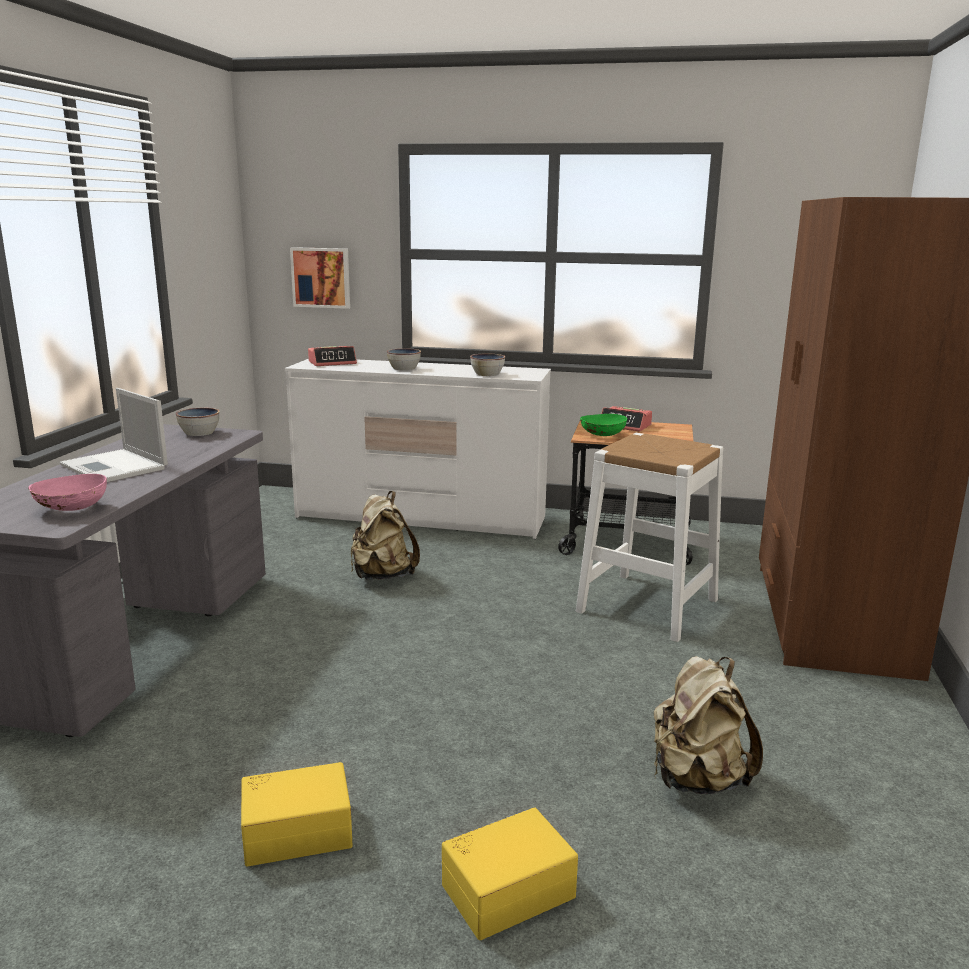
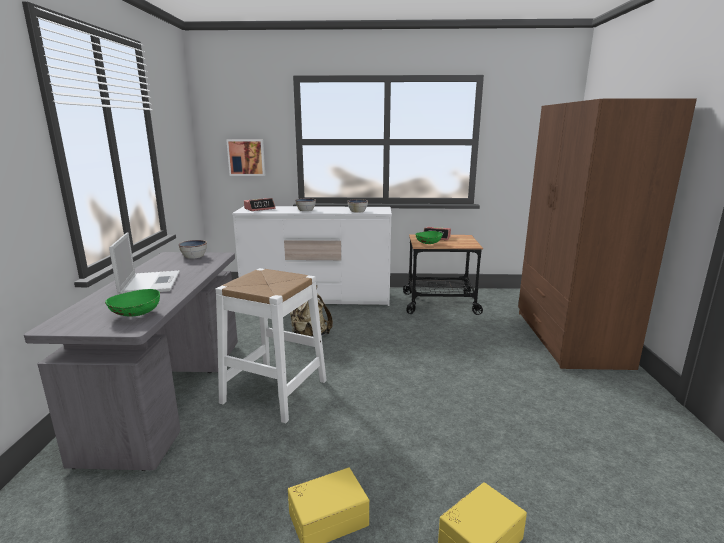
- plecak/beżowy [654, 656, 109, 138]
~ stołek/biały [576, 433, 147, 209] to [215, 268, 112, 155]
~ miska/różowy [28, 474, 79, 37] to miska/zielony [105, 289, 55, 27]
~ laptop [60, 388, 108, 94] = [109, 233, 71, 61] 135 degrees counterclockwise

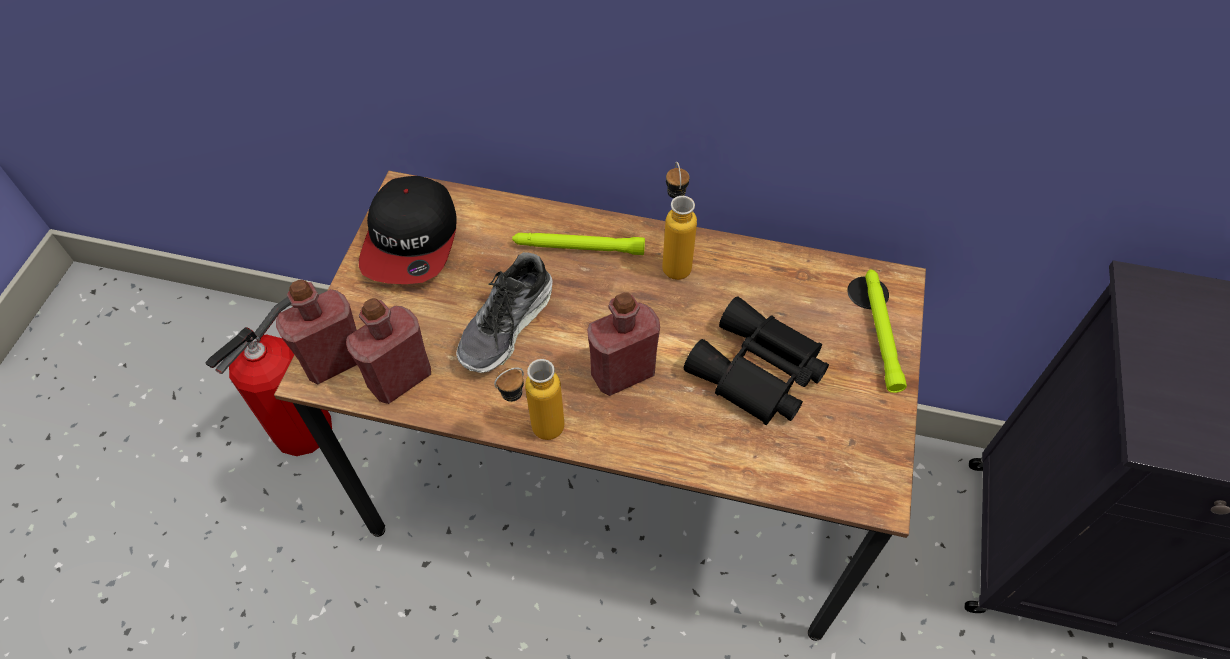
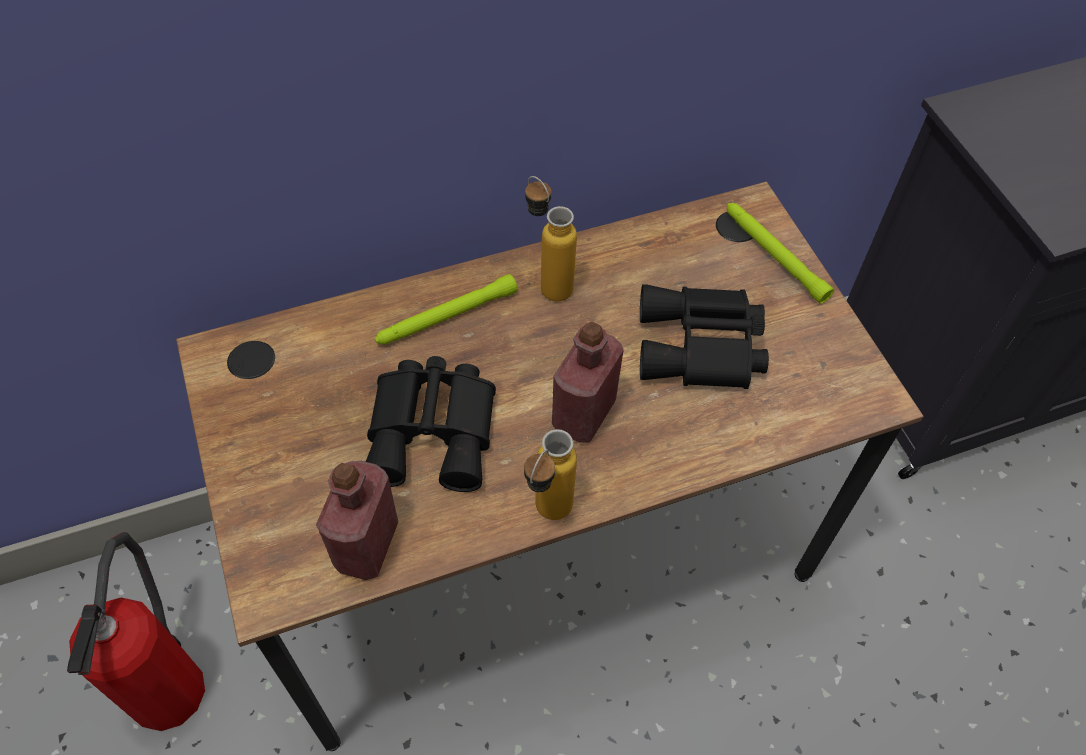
- butelka/czerwony [276, 280, 81, 104]
- czapka z daszkiem [359, 176, 98, 108]
~ but [456, 252, 97, 121] to lornetka/czarny [366, 356, 130, 136]

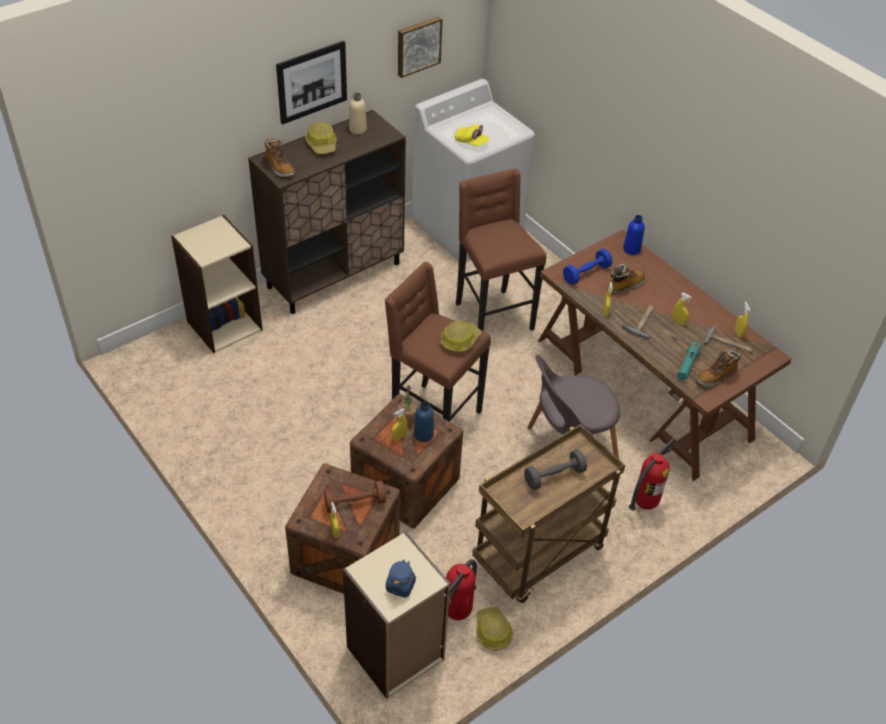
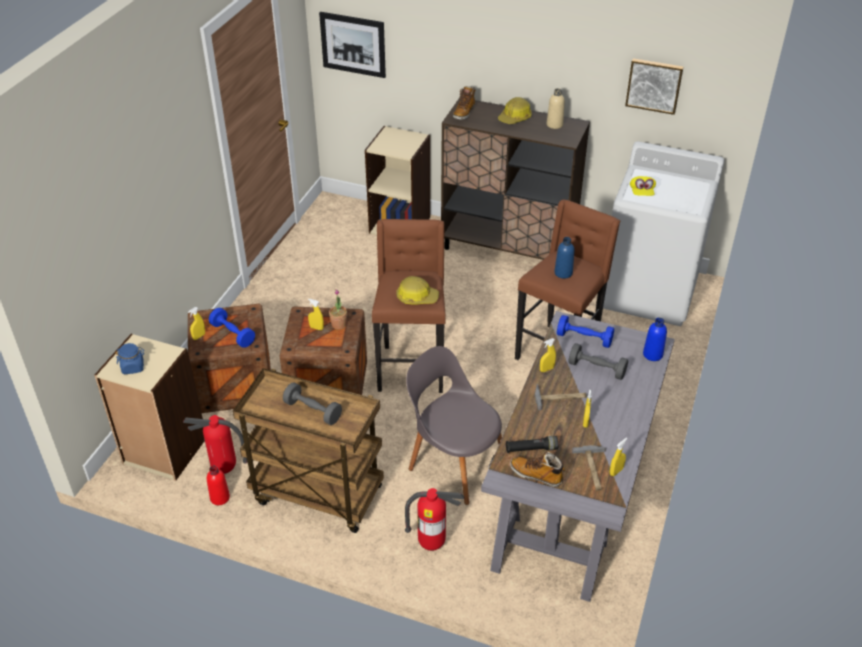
~ obraz [276, 41, 71, 84] to [319, 12, 67, 66]
~ butelka/niebieski [414, 401, 20, 41] to [554, 237, 20, 42]
~ kask [476, 607, 38, 44] to butelka/czerwony [207, 465, 23, 40]
~ but z cholewką [607, 264, 39, 30] to hantel/szary [568, 343, 60, 37]
~ hantel/brązowy [324, 481, 62, 32] to hantel/niebieski [209, 308, 46, 40]
~ biurko/brązowy [538, 230, 253, 251] to biurko/szary [481, 311, 194, 291]
~ latarka/turkusowy [677, 342, 24, 38] to latarka/czarny [506, 436, 52, 17]

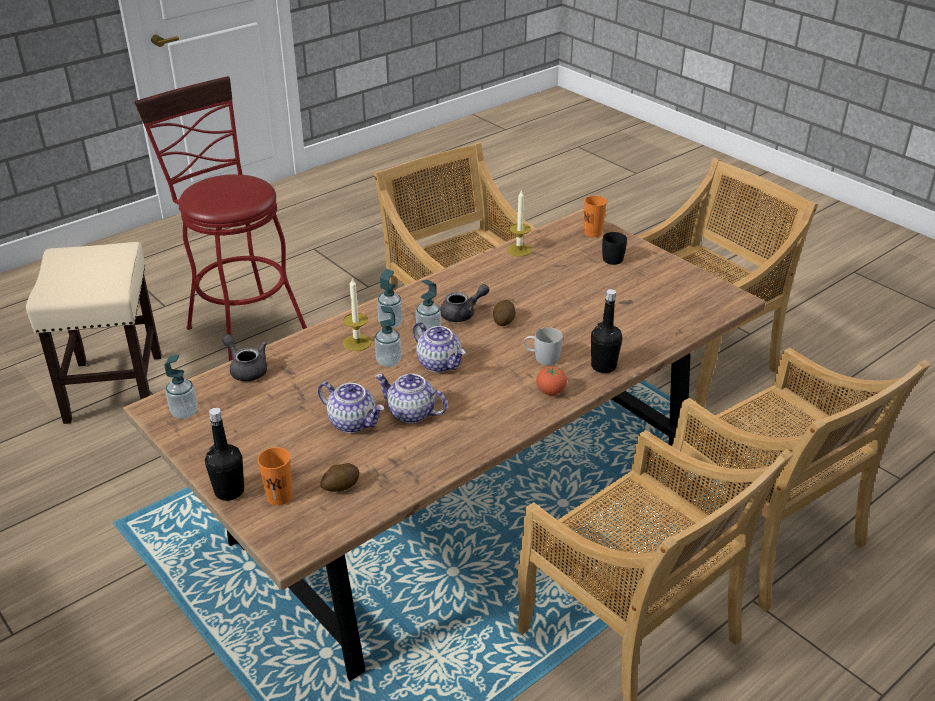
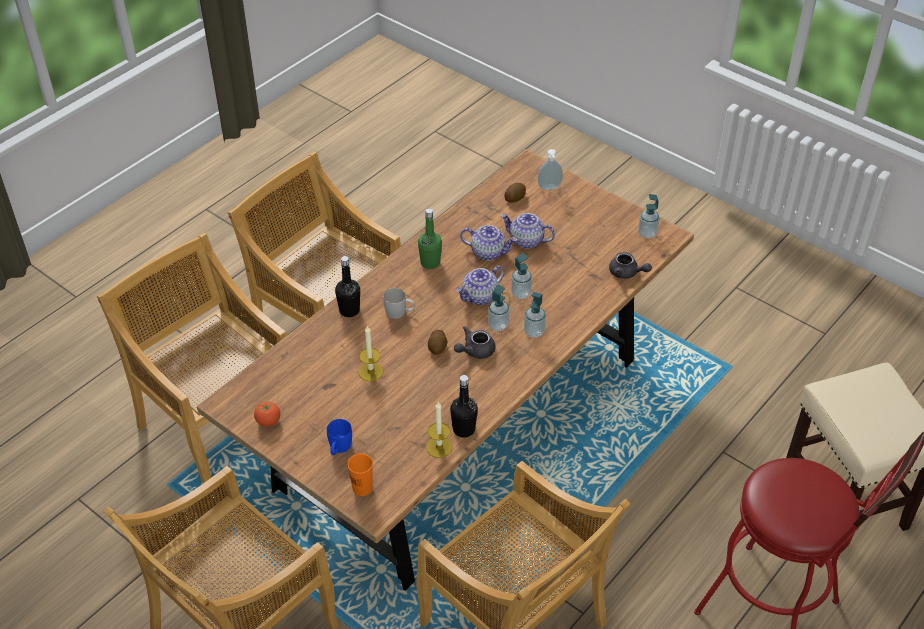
+ butelka/zielony [418, 209, 24, 60]
~ butelka/czarny [205, 408, 39, 93] to [450, 375, 28, 63]
~ świeca [343, 278, 29, 73] to [359, 326, 24, 55]
~ pomidor [536, 366, 31, 29] to [254, 401, 26, 26]
~ filiżanka/pomarańczowy [257, 447, 35, 58] to dozownik mydła [538, 149, 25, 41]
~ kubek/czarny [602, 232, 25, 33] to kubek/niebieski [327, 419, 25, 36]
~ imbryk [413, 322, 52, 50] = [456, 265, 48, 40] 75 degrees counterclockwise

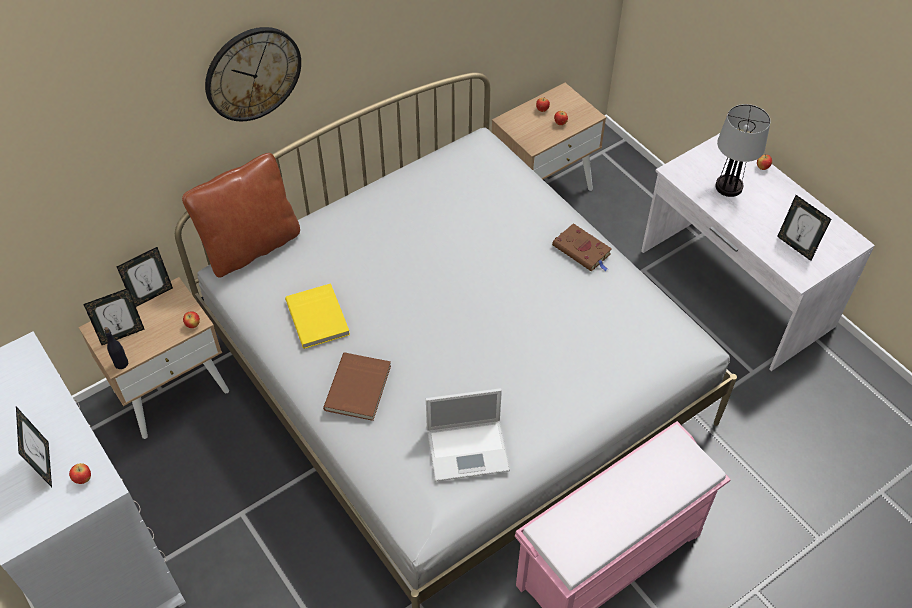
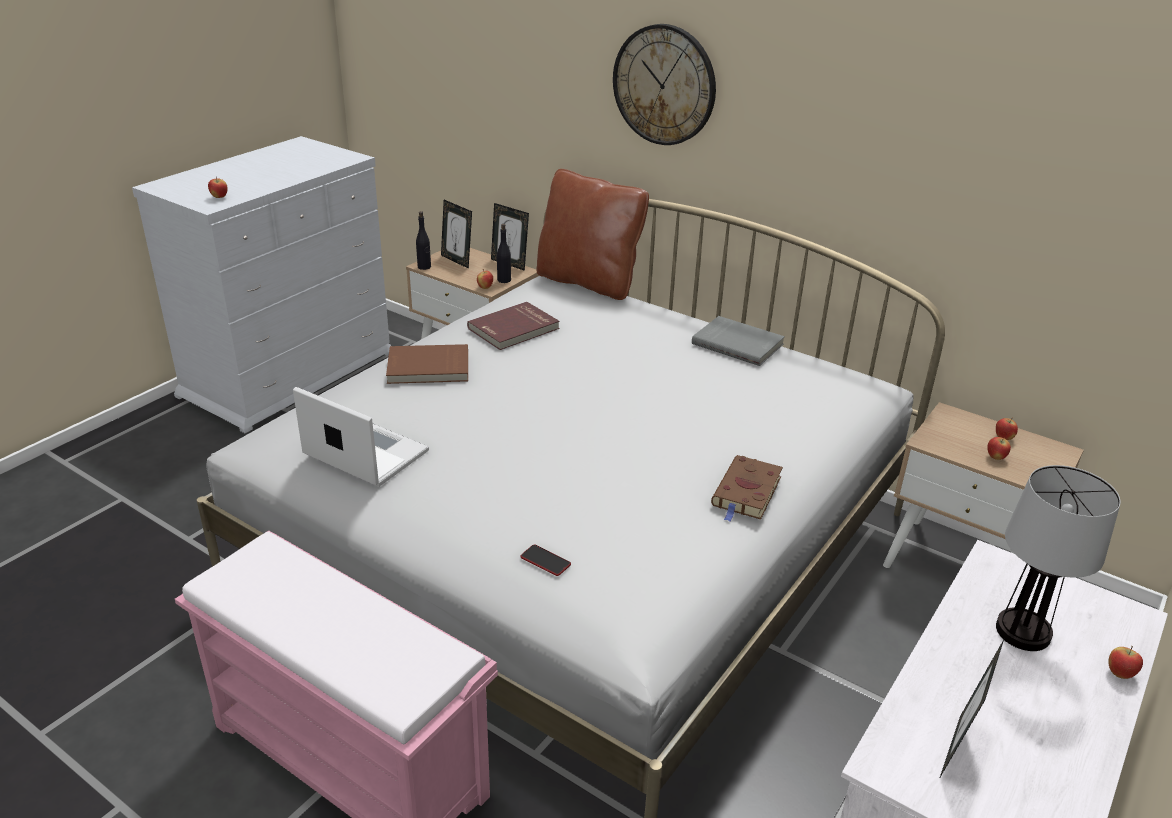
- ramka na zdjęcie [16, 406, 36, 81]
+ butelka/czarny [497, 224, 14, 59]
+ telefon [520, 545, 51, 31]
+ książka/szary [692, 316, 93, 50]
~ książka/żółty [285, 283, 65, 66] to książka/czerwony [467, 302, 92, 48]
~ laptop [426, 388, 84, 93] = [293, 387, 136, 100] 150 degrees clockwise

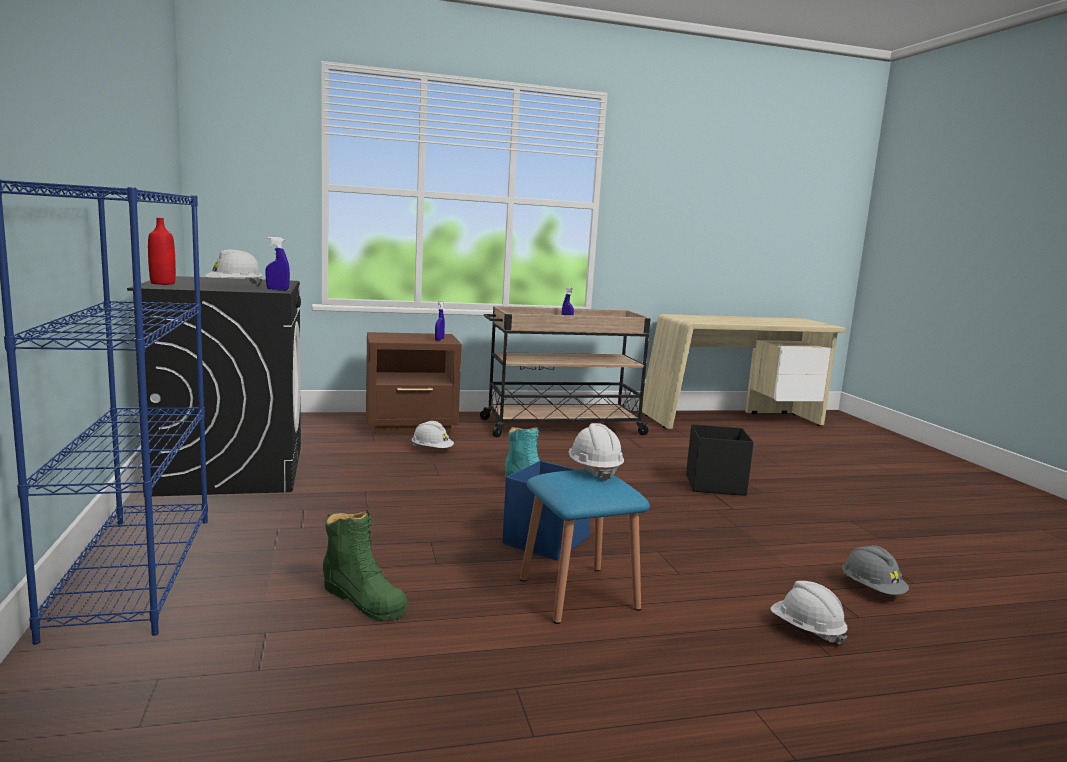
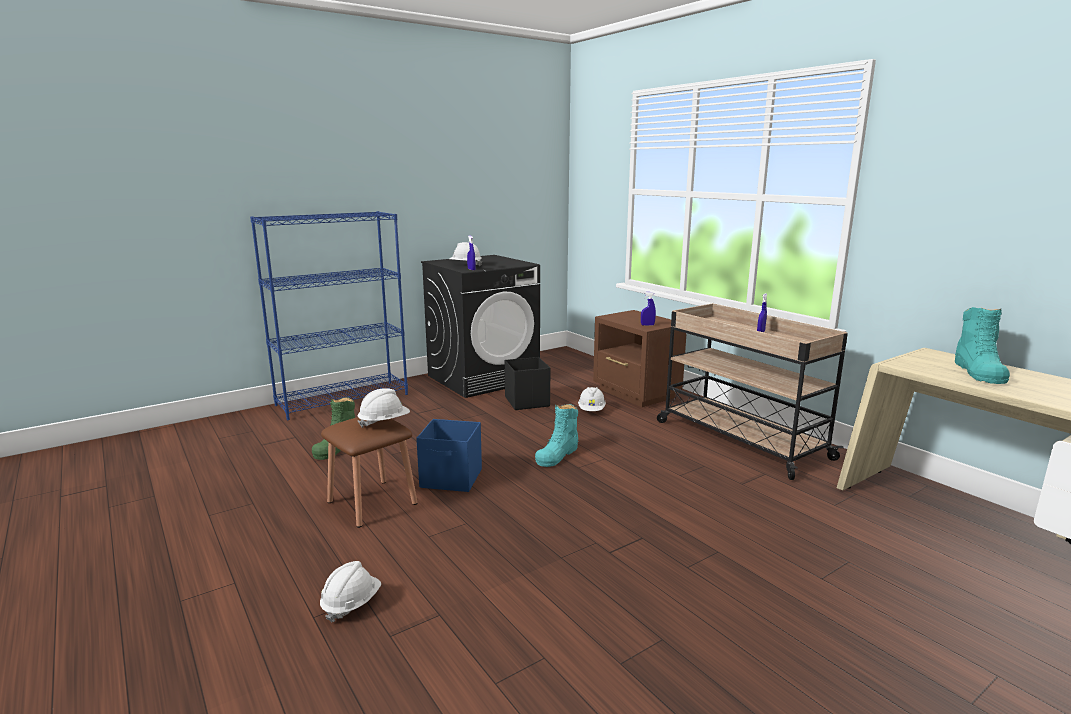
- butelka/czerwony [148, 218, 28, 67]
- kask/szary [842, 545, 67, 50]
+ but z cholewką/turkusowy [955, 307, 55, 77]
~ pojemnik do przechowywania/czarny [686, 424, 68, 72] to [505, 357, 45, 53]
~ stołek/niebieski [520, 469, 130, 155] to stołek/brązowy [321, 417, 96, 111]

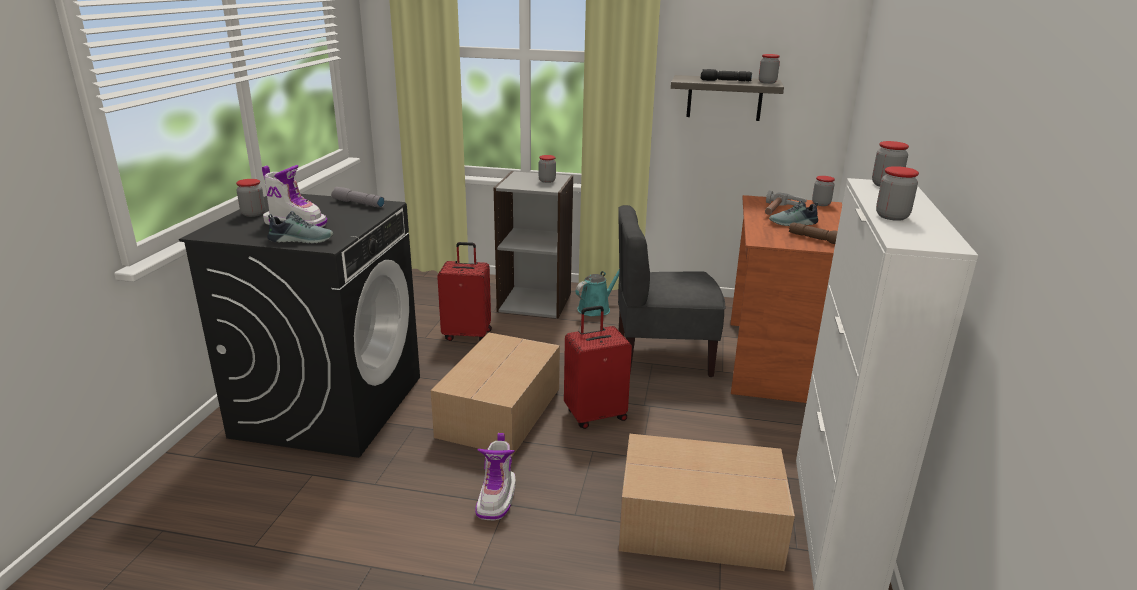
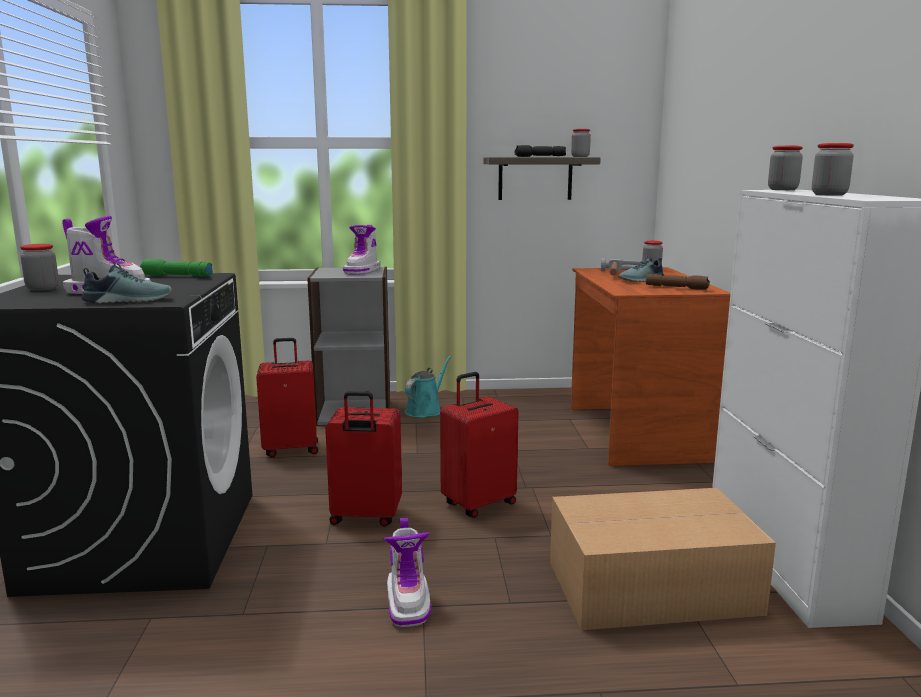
- krzesło/szary [618, 205, 107, 172]
~ karton [431, 332, 129, 125] to walizka/czerwony [325, 391, 77, 136]
~ słoik [539, 155, 17, 28] to but z cholewką [343, 225, 37, 50]
~ latarka/szary [331, 187, 54, 21] to latarka/zielony [139, 259, 74, 17]

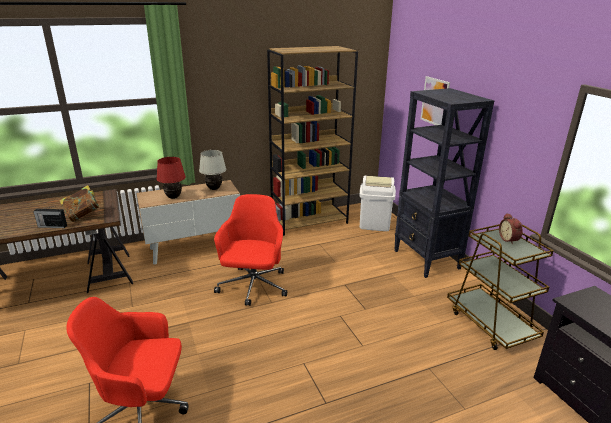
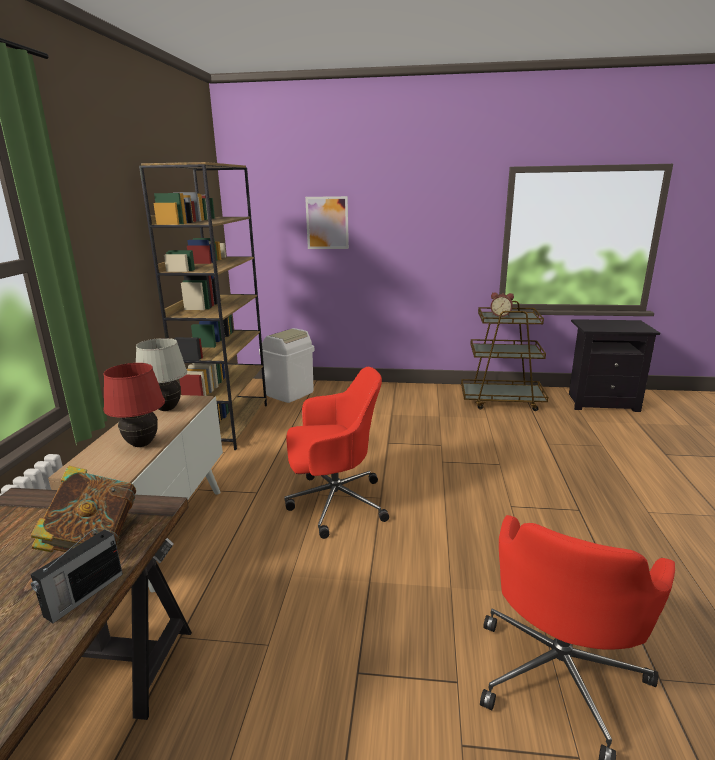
- regał/czarny [394, 88, 100, 190]
~ krzesło biurowe/czerwony [214, 194, 73, 112] = [284, 367, 105, 172] 135 degrees clockwise

